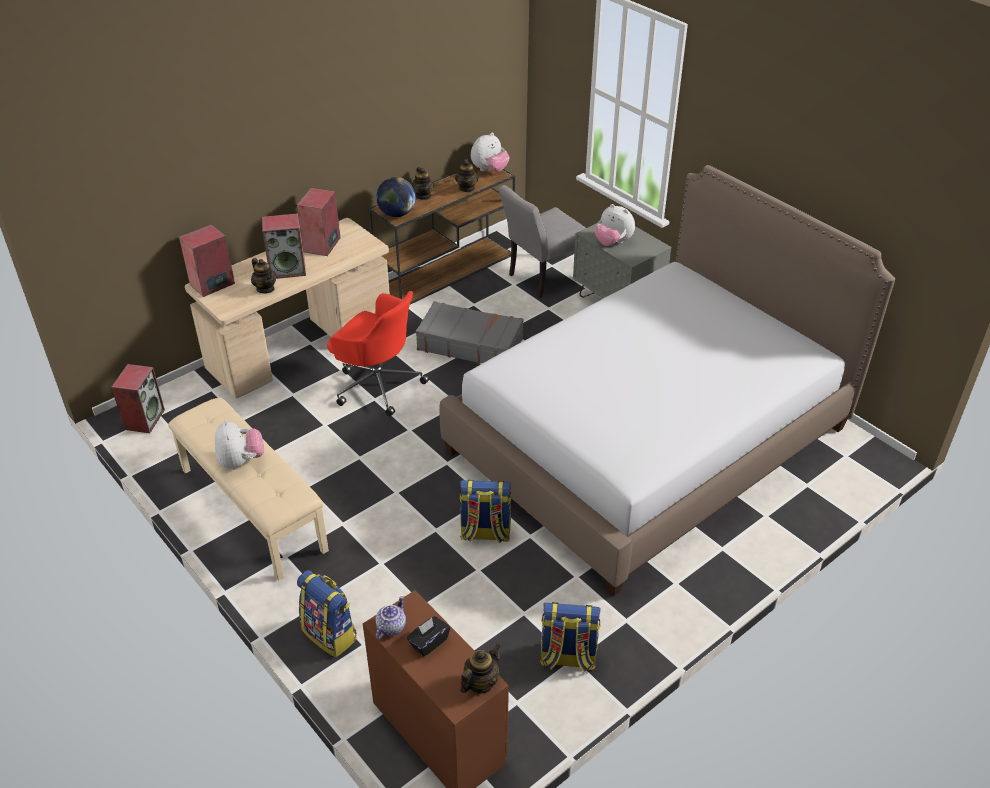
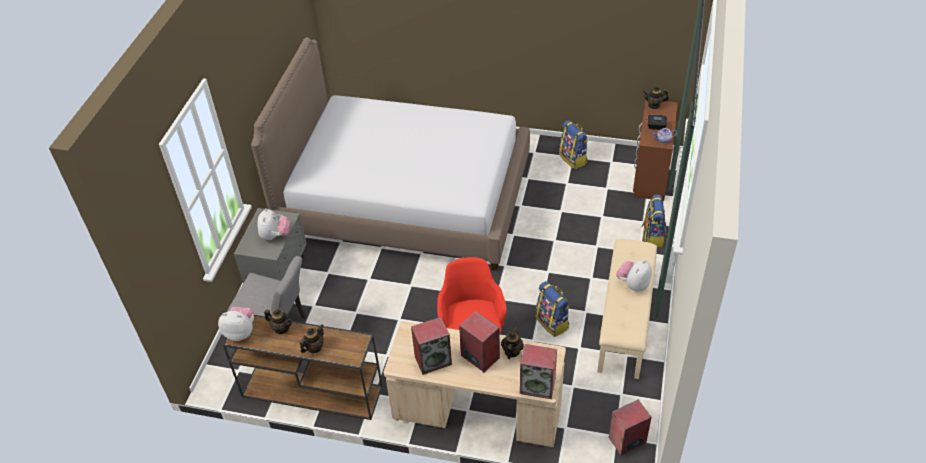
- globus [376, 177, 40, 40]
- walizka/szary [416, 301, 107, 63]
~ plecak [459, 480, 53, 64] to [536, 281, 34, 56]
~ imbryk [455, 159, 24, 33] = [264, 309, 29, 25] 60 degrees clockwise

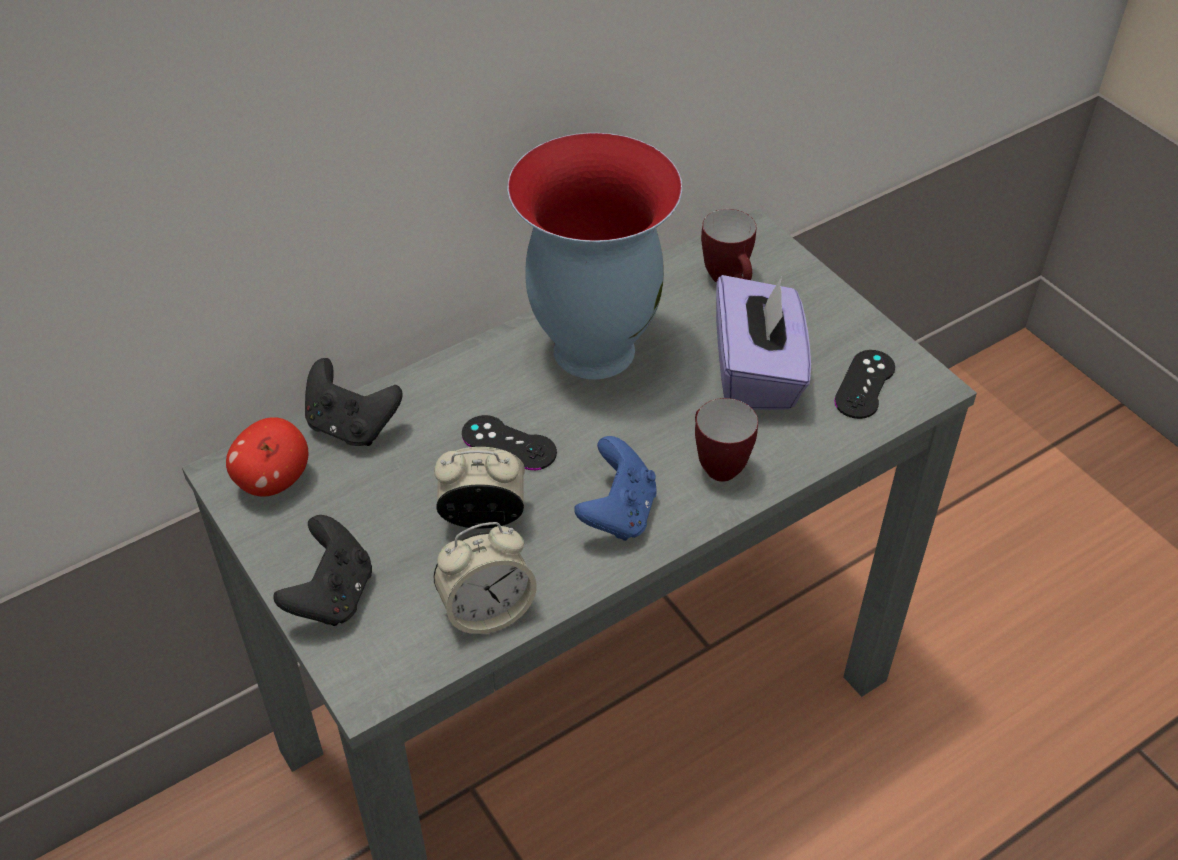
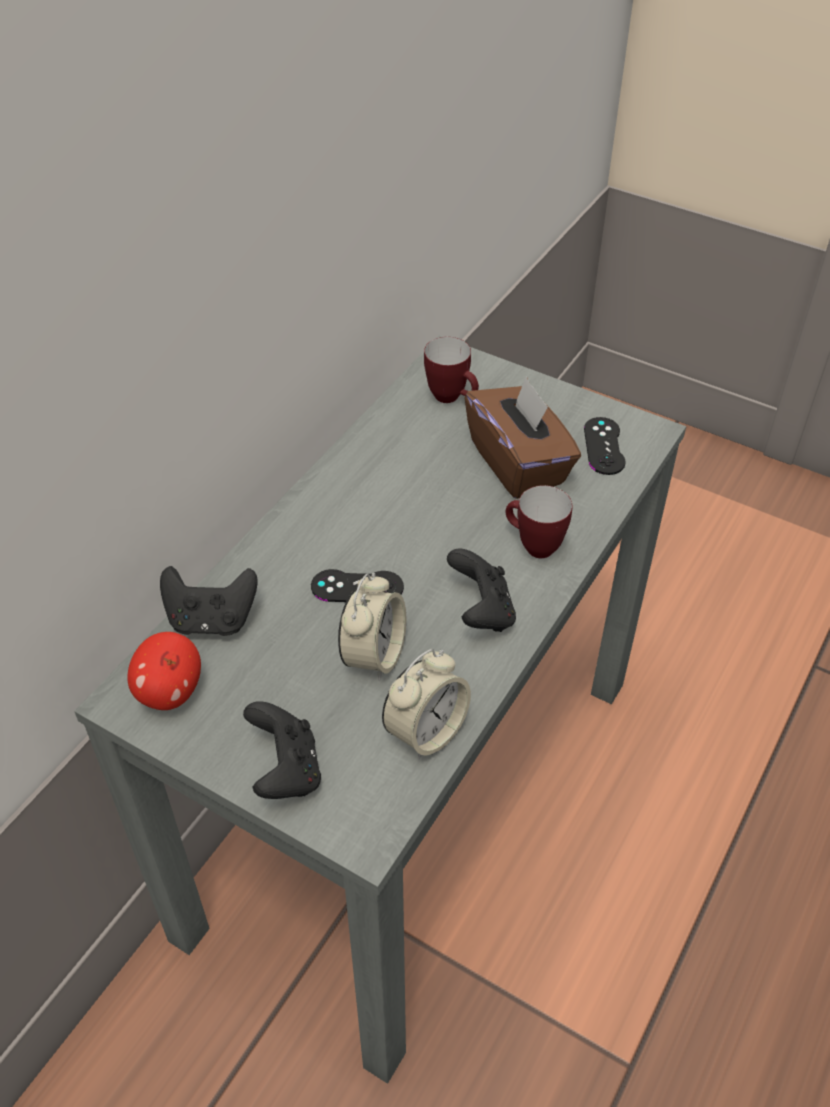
- wazon [507, 133, 175, 246]
~ pad do gier/niebieski [574, 436, 83, 105] to pad do gier/czarny [447, 548, 69, 84]
~ pudełko chusteczek/fioletowy [716, 275, 95, 135] to pudełko chusteczek/brązowy [465, 376, 116, 123]
~ budzik [434, 447, 91, 82] = [338, 573, 68, 108] 135 degrees clockwise

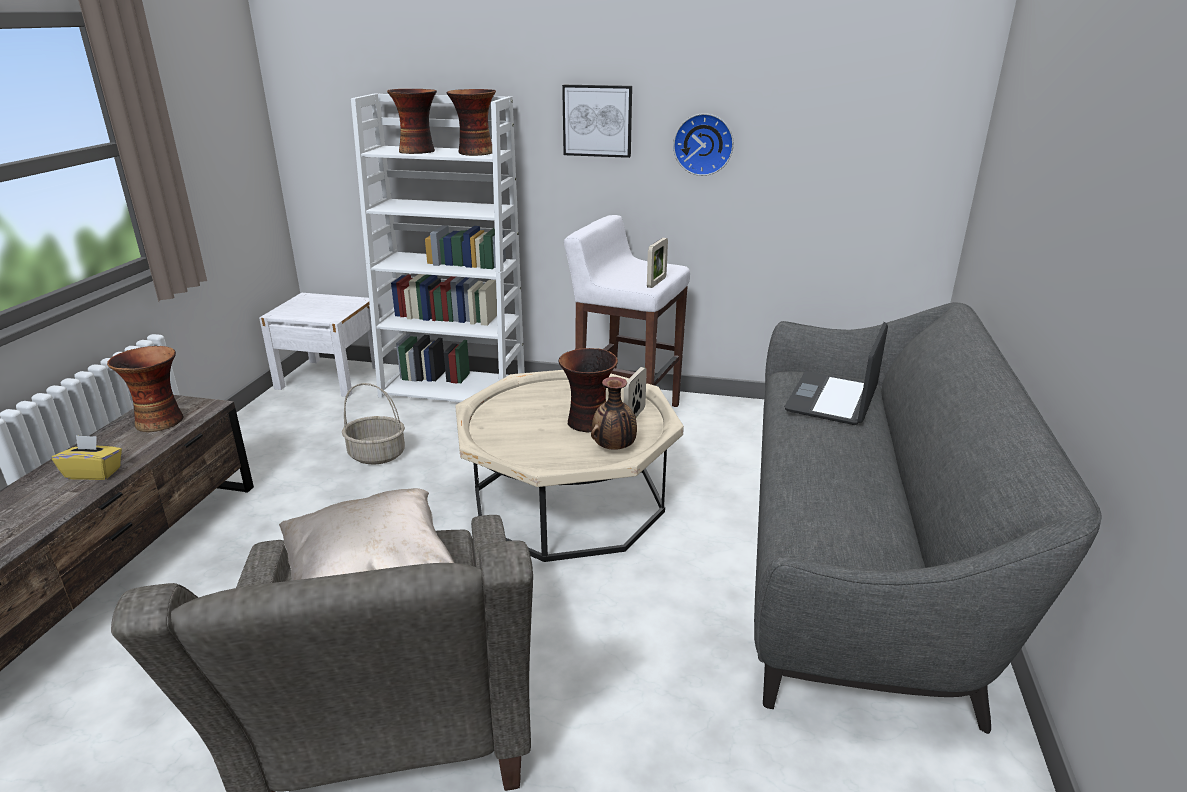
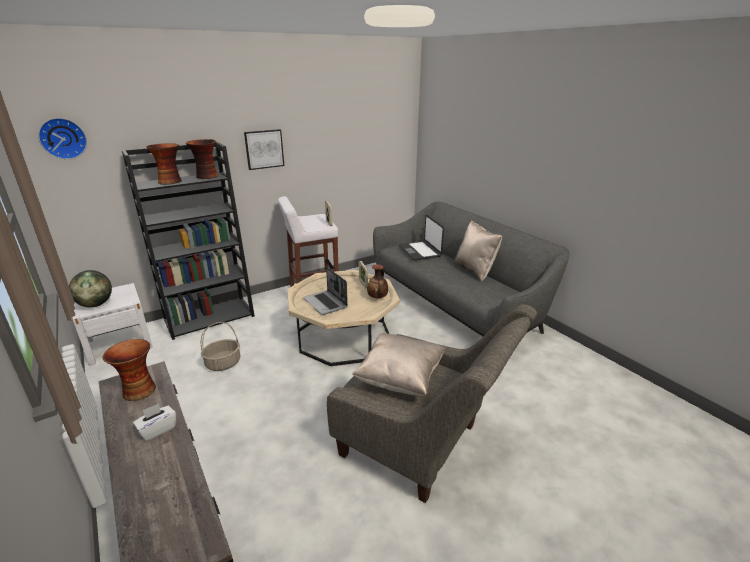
- wazon [558, 348, 60, 85]
+ globus [69, 270, 43, 38]
+ laptop [303, 267, 45, 48]
+ poduszka/beżowy [455, 220, 47, 61]
~ zegar ścienny [673, 113, 61, 63] to [38, 118, 49, 41]
~ pudełko chusteczek/żółty [52, 435, 70, 45] to pudełko chusteczek/biały [133, 403, 43, 38]
~ regał/biały [351, 93, 174, 309] to regał/czarny [122, 142, 133, 198]

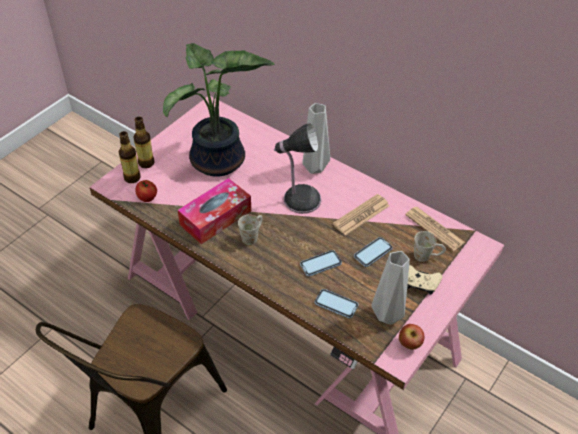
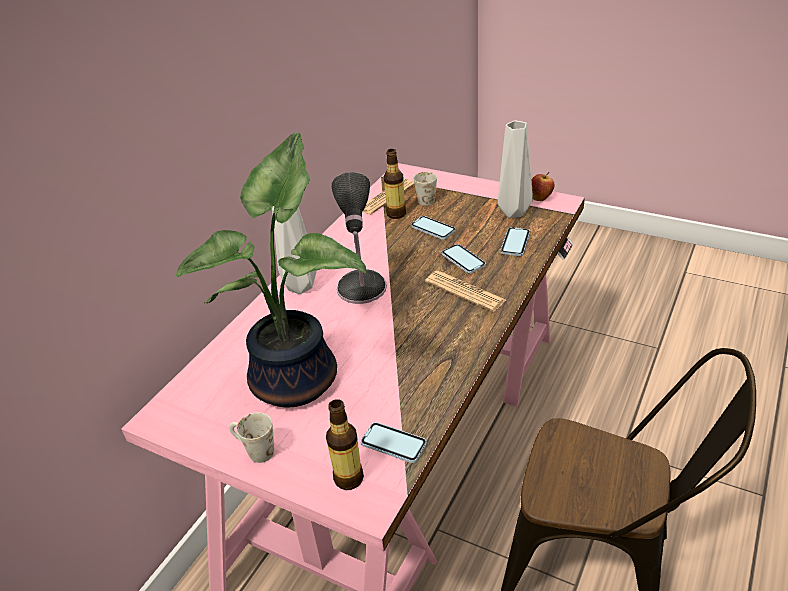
- pudełko chusteczek [178, 178, 73, 66]
- pad do gier/beżowy [407, 265, 35, 30]
~ butelka [134, 117, 21, 51] to [384, 149, 22, 70]
~ kubek/biały [238, 214, 24, 31] to [229, 412, 45, 51]
~ gazeta [333, 194, 57, 42] to [425, 271, 81, 41]
~ jabłko [135, 180, 22, 22] to telefon [361, 422, 66, 41]

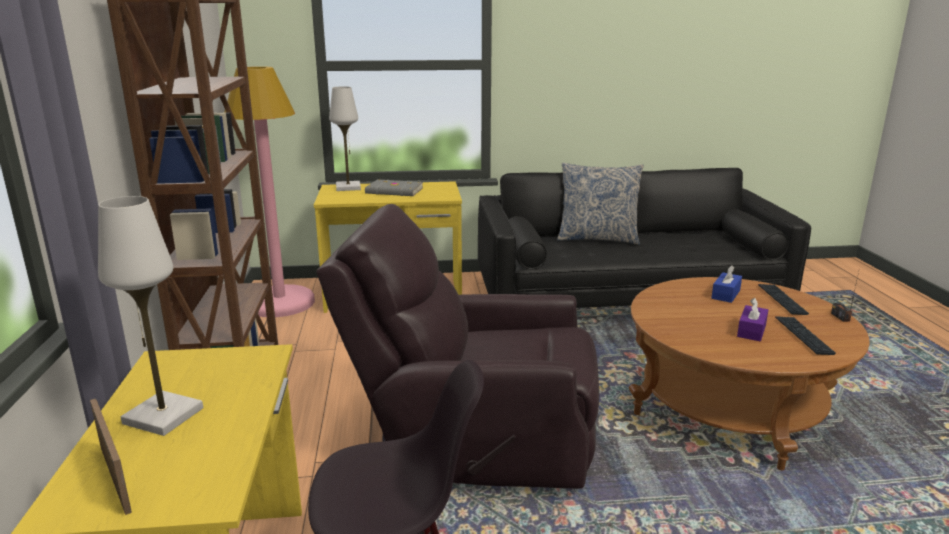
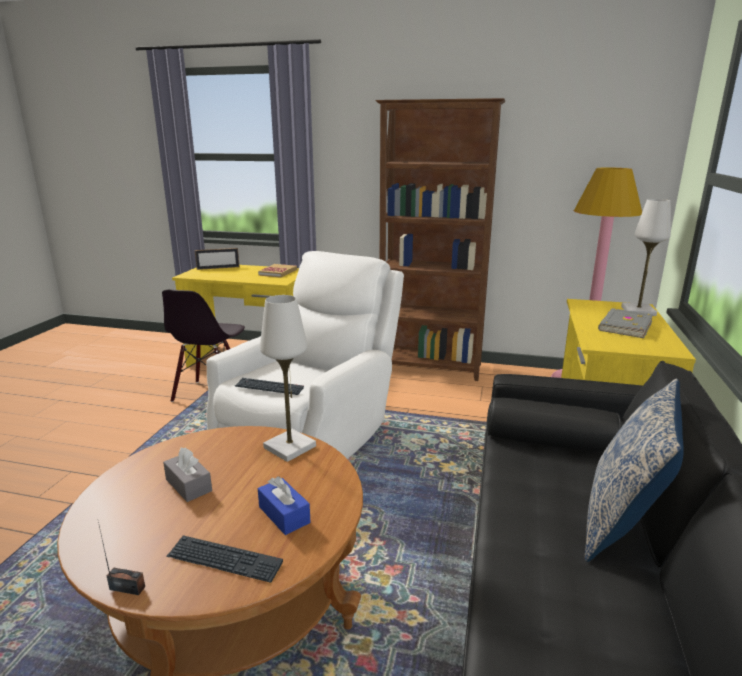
+ książka [258, 264, 39, 14]
~ lampa stołowa/biały [98, 196, 105, 240] to [260, 295, 56, 167]
~ klawiatura [775, 316, 61, 39] to [235, 378, 69, 17]
~ fotel/brązowy [316, 204, 283, 285] to fotel/biały [206, 251, 198, 208]
~ pudełko chusteczek/fioletowy [737, 298, 31, 43] to pudełko chusteczek/szary [163, 448, 49, 54]

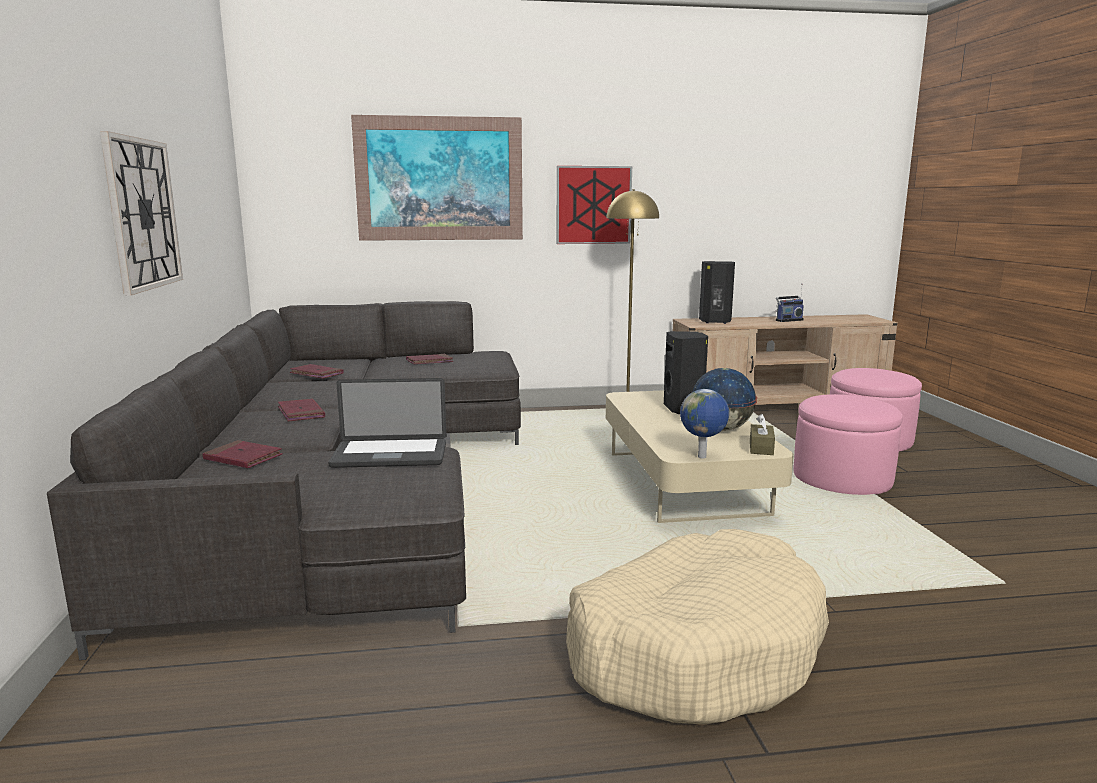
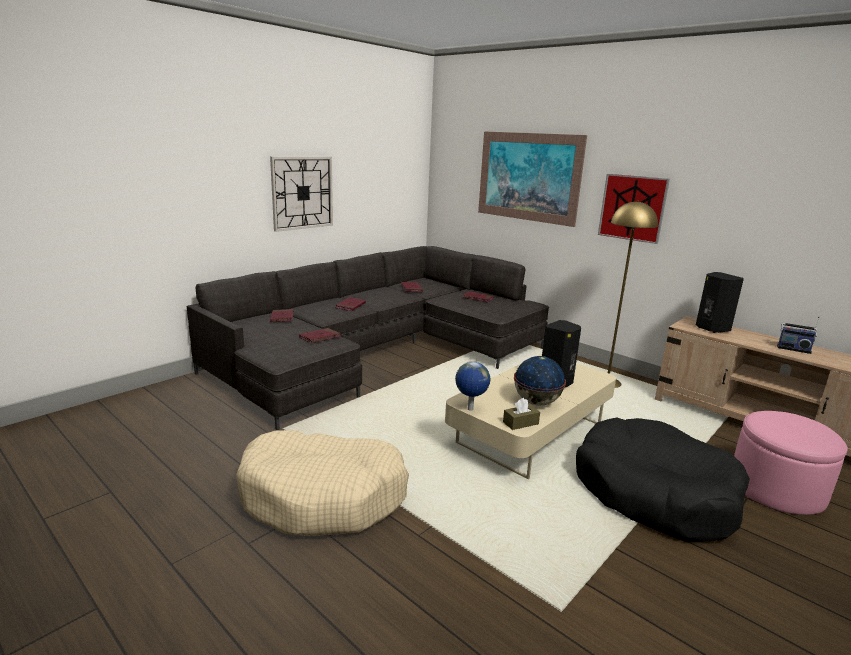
~ laptop [328, 378, 119, 90] to książka/czerwony [299, 328, 42, 15]
~ pufa/różowy [794, 394, 109, 101] to legowisko/czarny [576, 418, 174, 124]

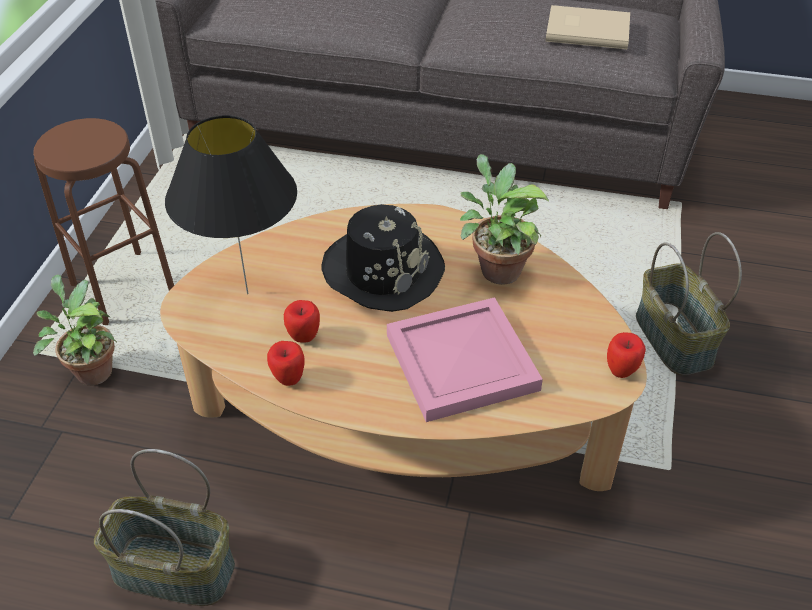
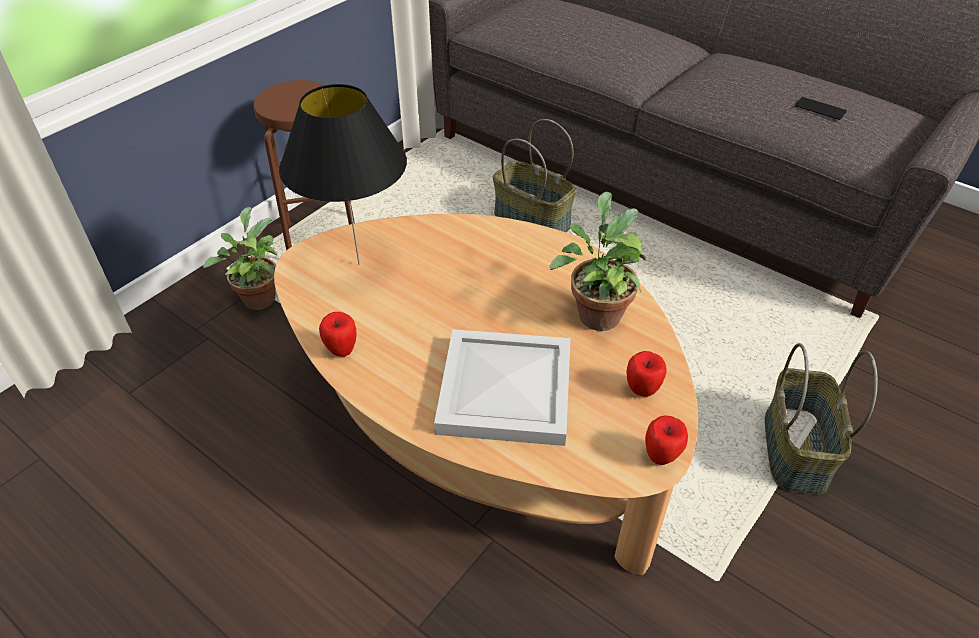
- kapelusz/czarny [321, 204, 124, 108]
~ koszyk [94, 449, 141, 157] to [493, 119, 83, 113]
~ jabłko [284, 300, 36, 43] to [626, 351, 41, 46]
~ książka/beżowy [546, 5, 84, 44] to telefon [795, 97, 52, 23]
~ taca/różowy [387, 297, 156, 125] to taca/biały [434, 329, 137, 117]

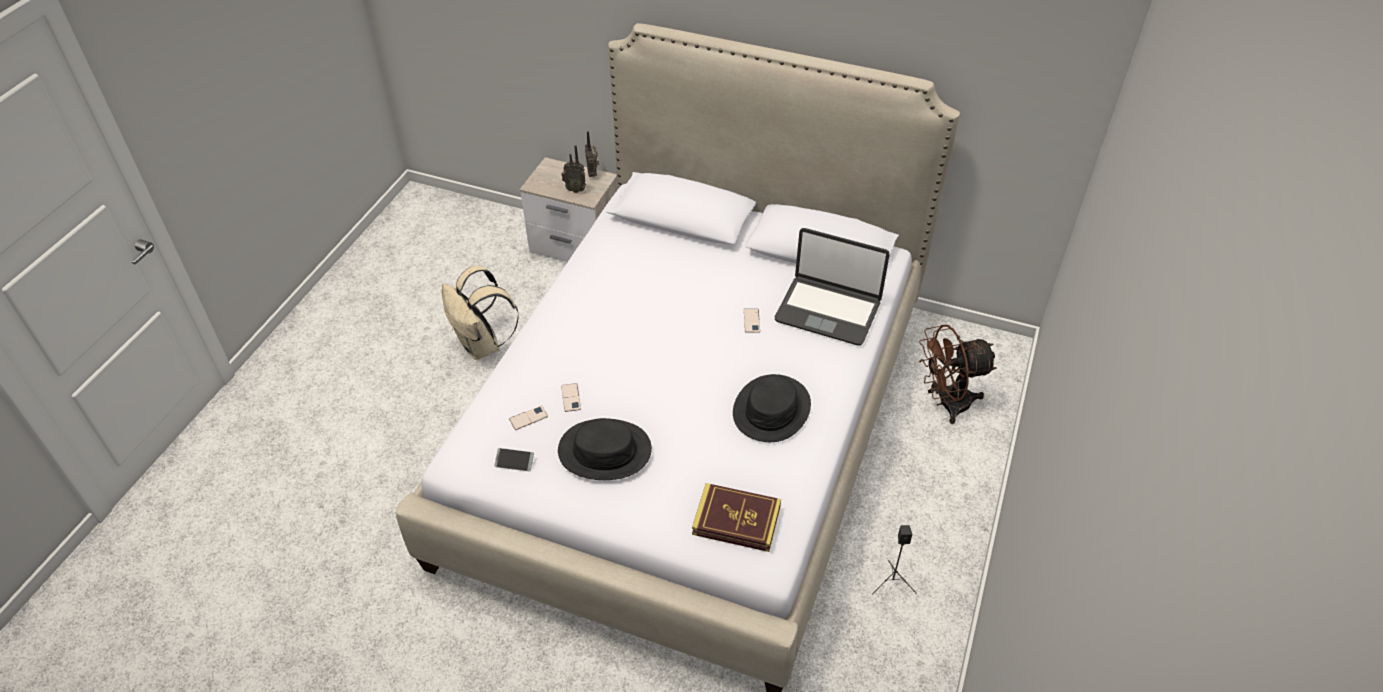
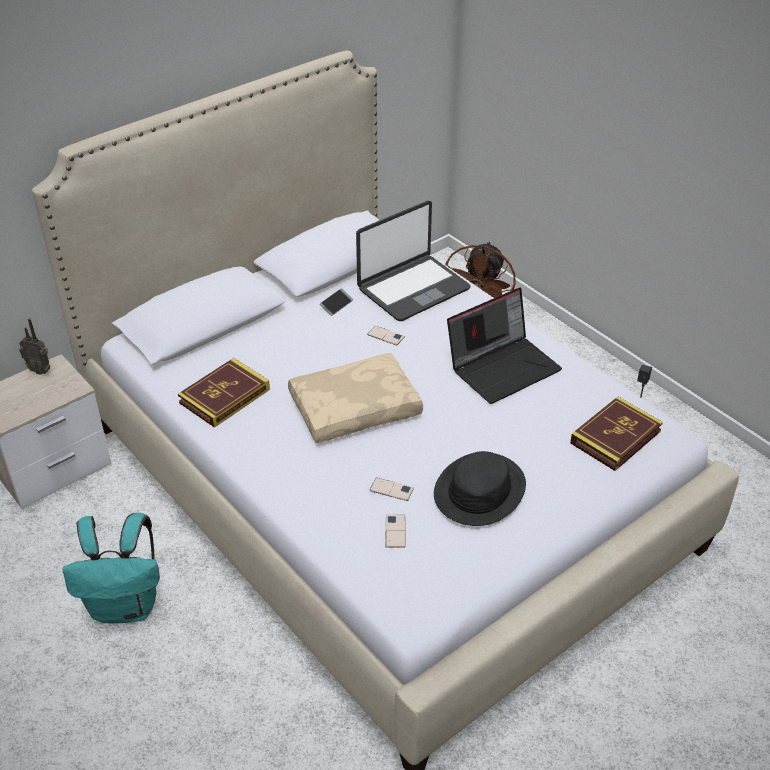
- radio [561, 145, 25, 48]
+ książka [178, 358, 92, 70]
+ poduszka/beżowy [288, 353, 135, 90]
~ telefon [494, 448, 40, 23] to [320, 288, 33, 28]
~ kapelusz/czarny [733, 374, 78, 68] to laptop [447, 288, 115, 116]
~ plecak/beżowy [442, 266, 76, 94] to plecak/turkusowy [62, 513, 98, 111]

